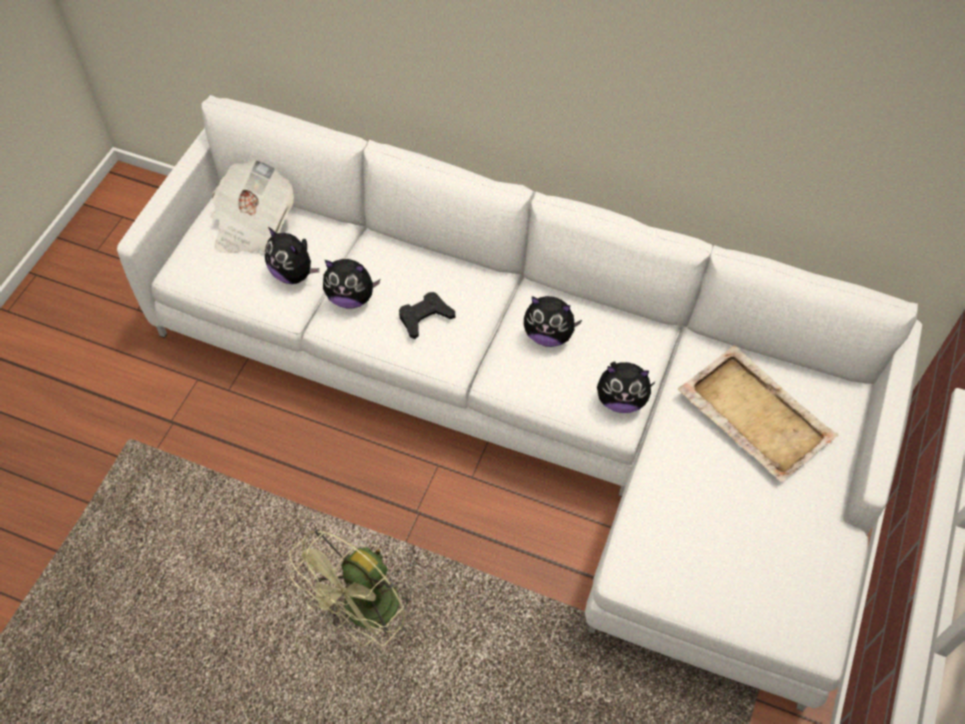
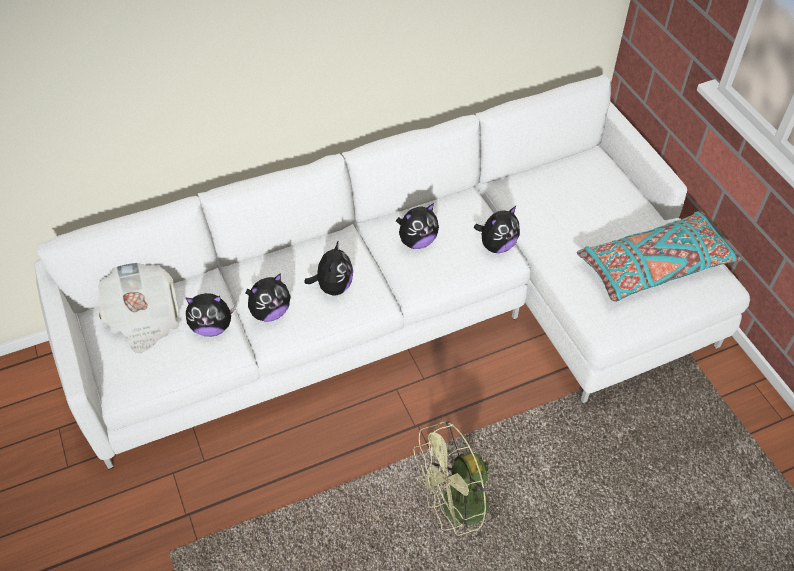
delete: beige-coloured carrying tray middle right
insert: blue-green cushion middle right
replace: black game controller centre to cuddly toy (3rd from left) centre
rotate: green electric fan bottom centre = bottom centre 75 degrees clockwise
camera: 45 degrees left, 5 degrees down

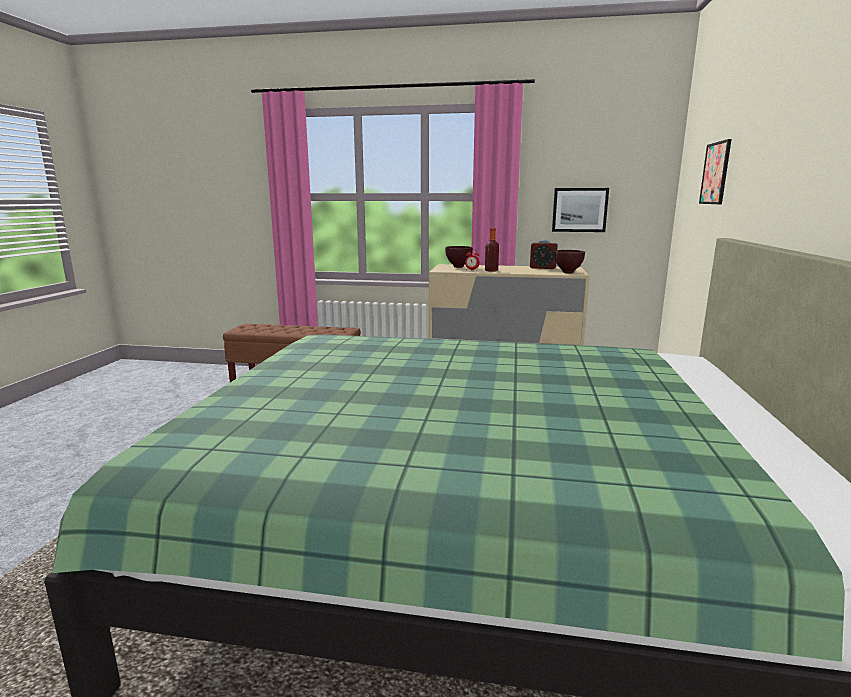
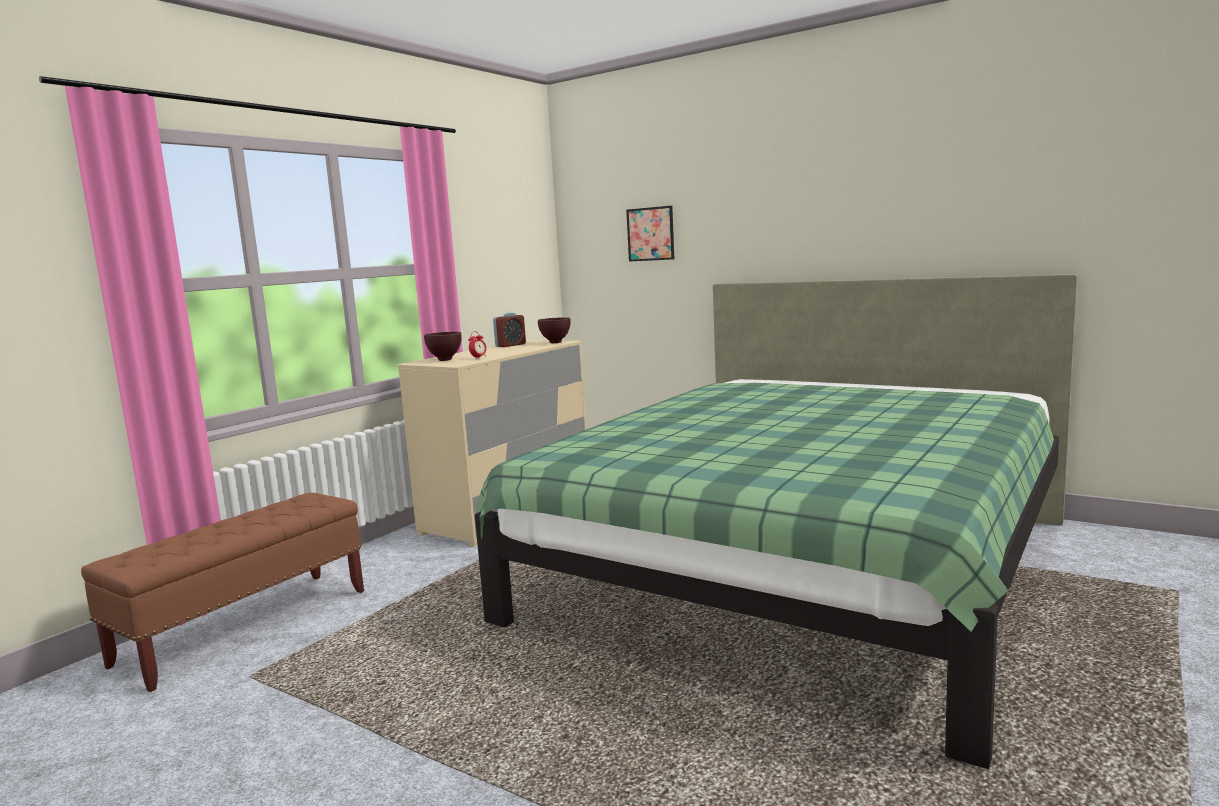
delete: wall picture (1st from left) top right; beverage bottle centre
camera: 65 degrees left, 5 degrees down

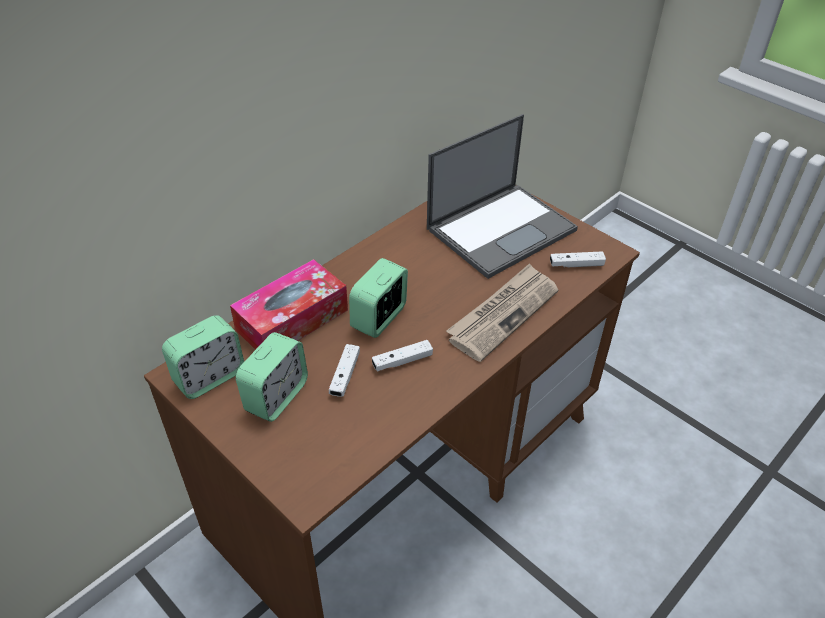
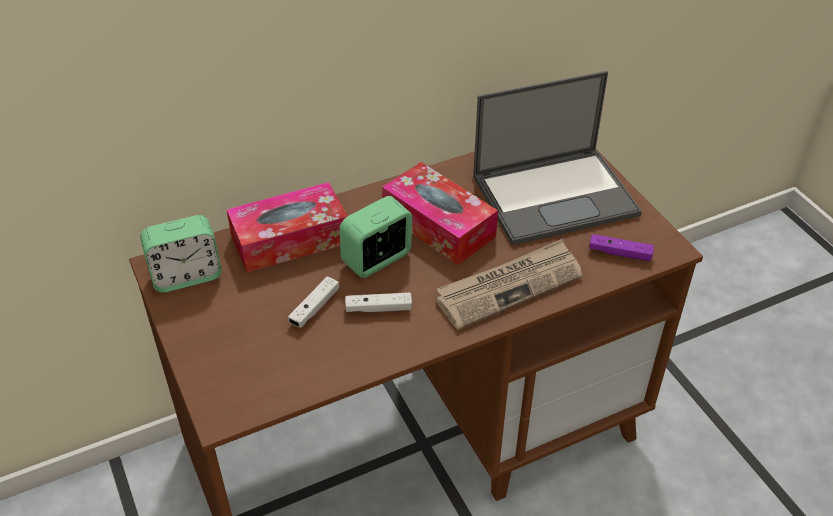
delete: bedside clock (2nd from left) middle left
insert: box of tissues (2nd from left) centre
recolor: white game controller (3rd from left) middle right to purplish game controller middle right
camera: 20 degrees right, 0 degrees up

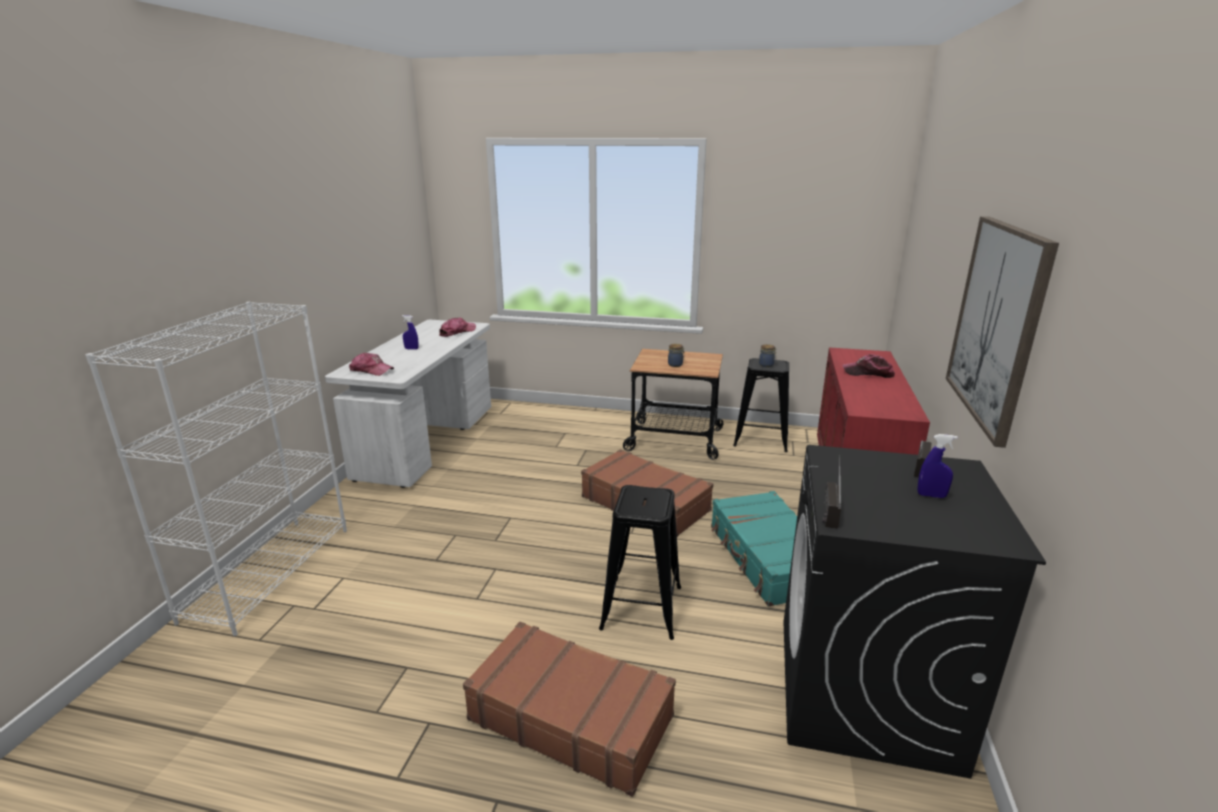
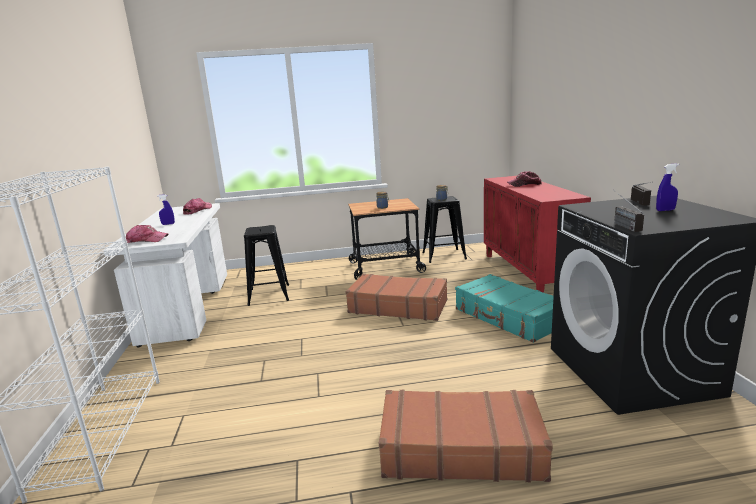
delete: wall picture middle right
move: black stool seat (1st from left) bottom centre to centre
camera: 20 degrees left, 5 degrees down

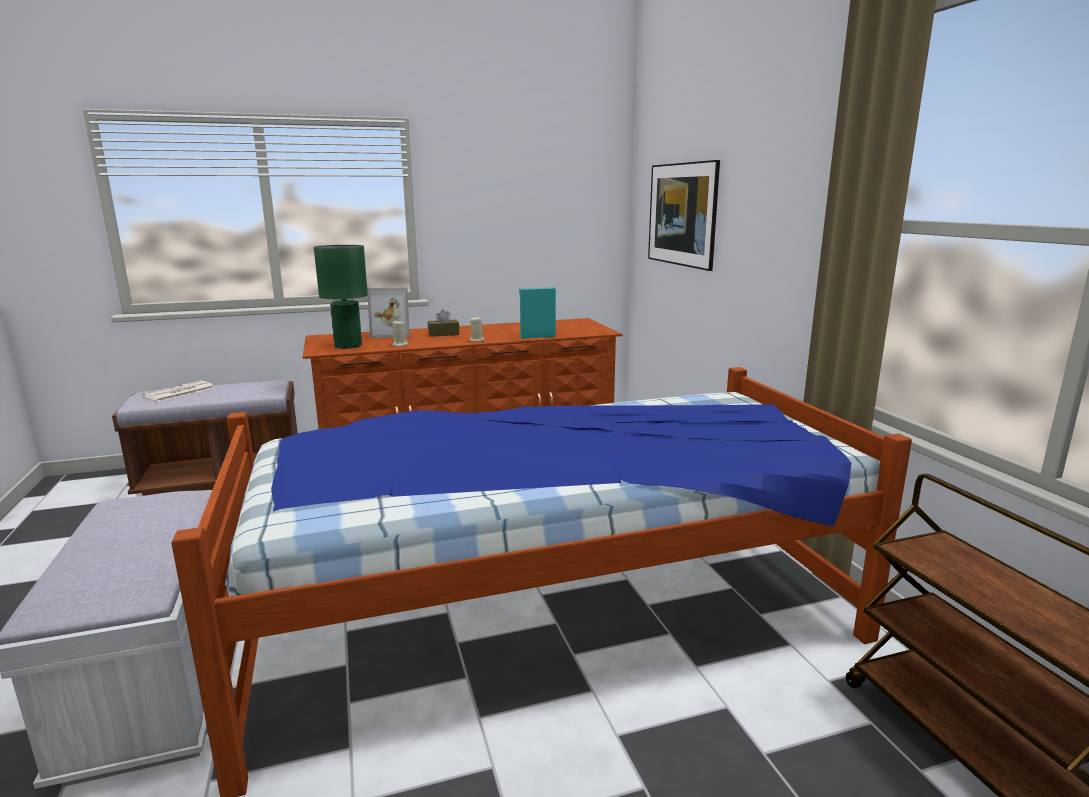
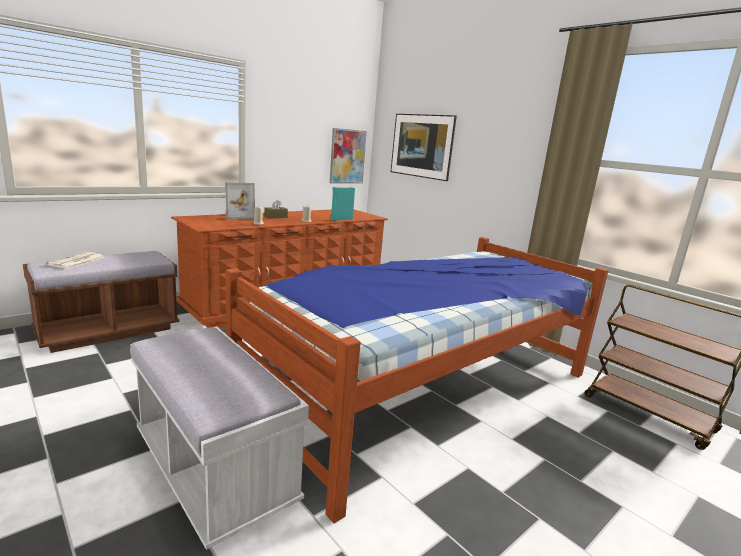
delete: green table lamp middle left
insert: wall picture (1st from left) top centre
camera: 25 degrees left, 0 degrees up

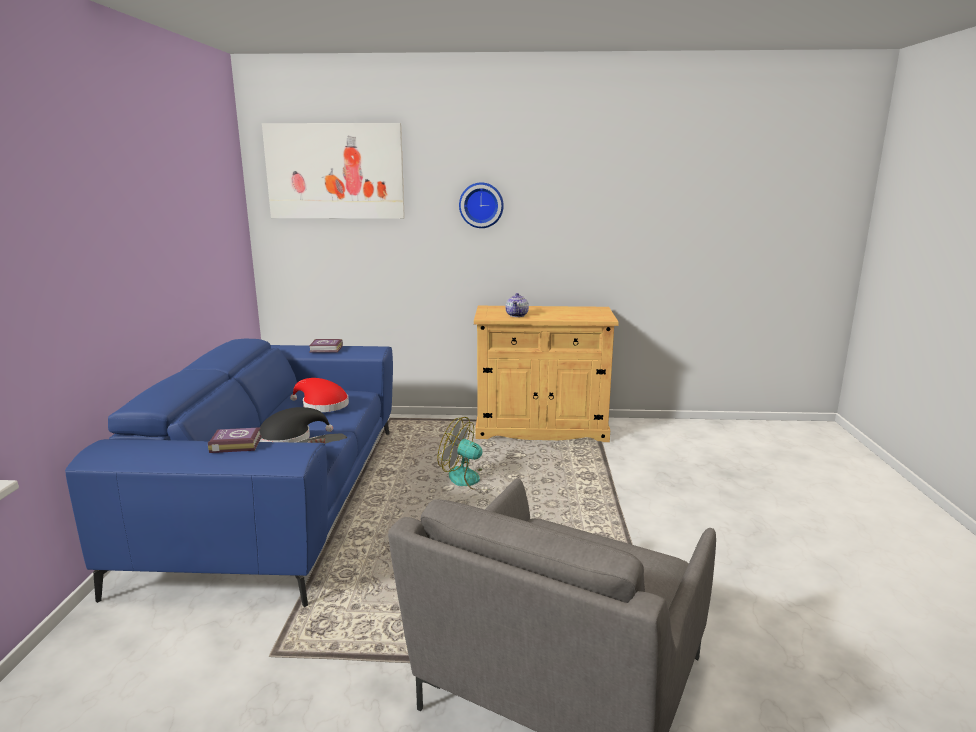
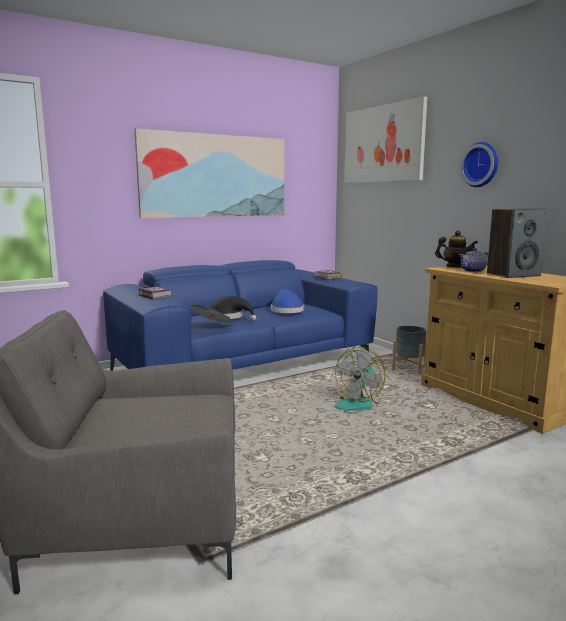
insert: wall picture (1st from left) top centre; audio speaker middle right; tea pot (1st from left) middle right; gray plant pot middle right
recolor: red-coloured hat middle left to blue-coloured hat centre
rotate: electric fan centre = centre 135 degrees counterclockwise
camera: 55 degrees right, 5 degrees down

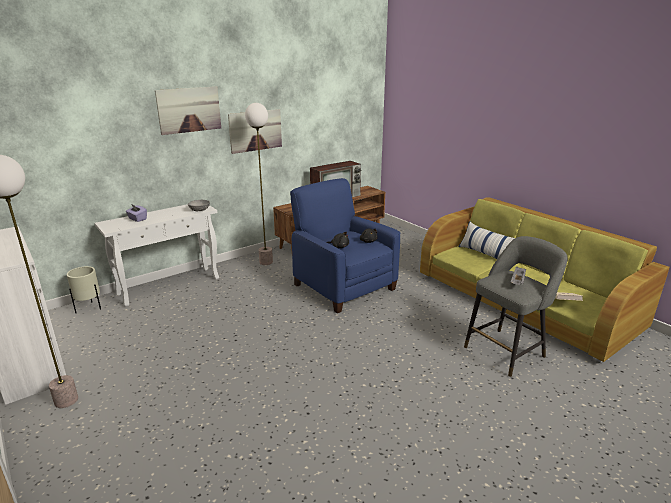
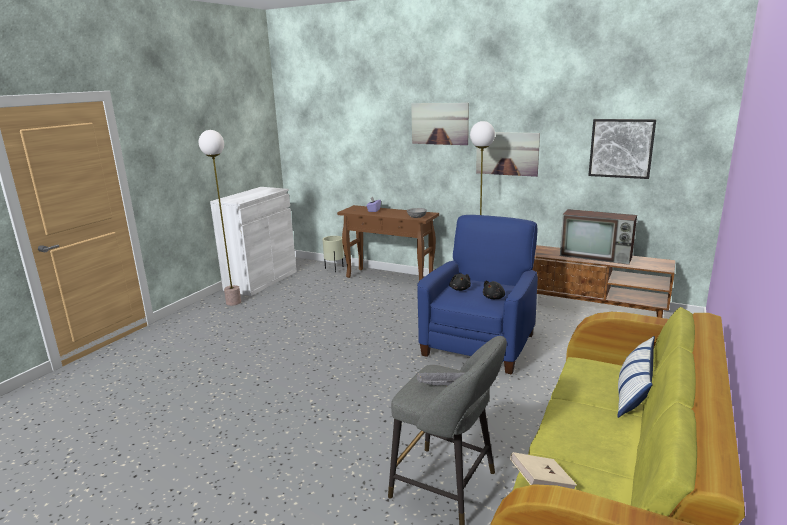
insert: wall picture (3rd from left) top right
recolor: white narrow table middle left to brownish narrow table centre
camera: 65 degrees right, 5 degrees down

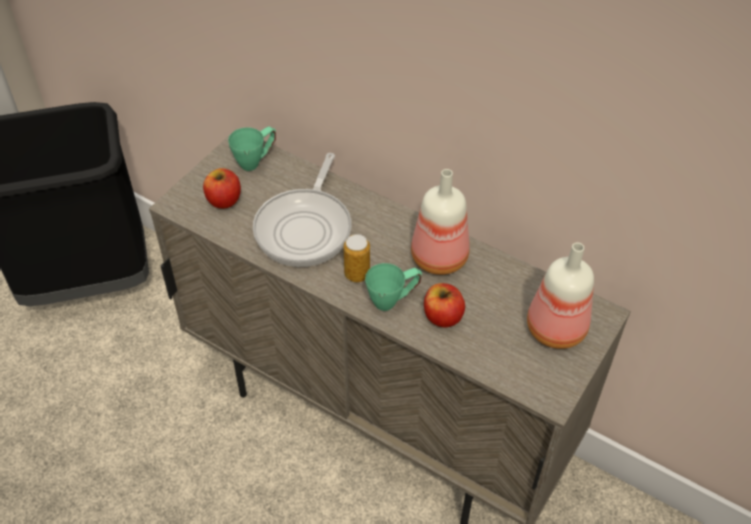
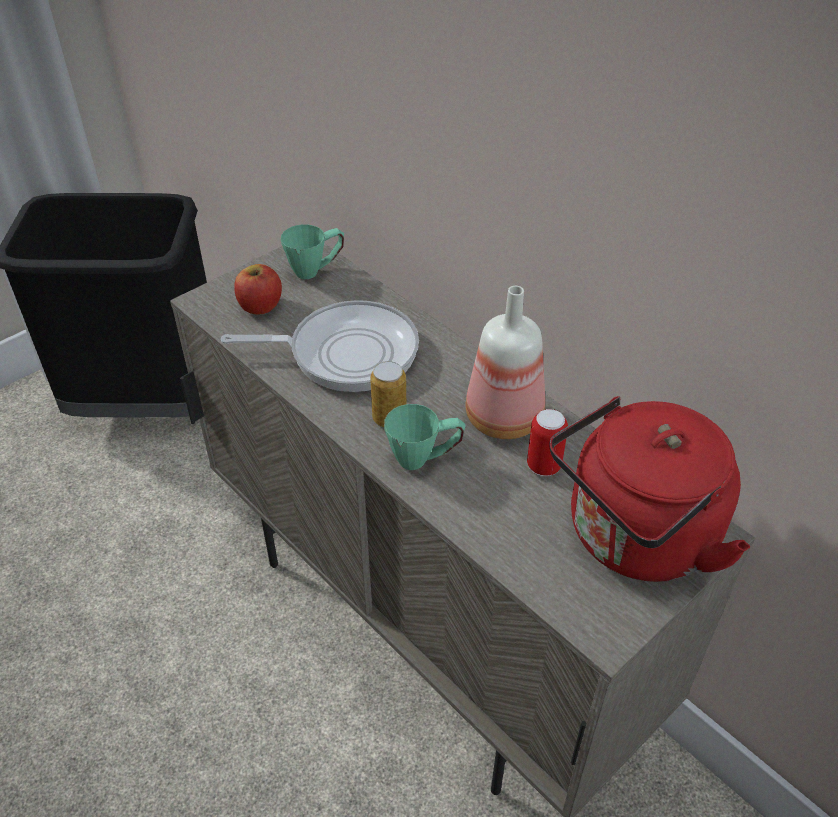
delete: apple fruit (2nd from left) centre
insert: metal can (2nd from left) centre
replace: beverage bottle (2nd from left) middle right to red-coloured tea kettle middle right
rotate: frying pan centre = centre 120 degrees counterclockwise
camera: 15 degrees right, 5 degrees down

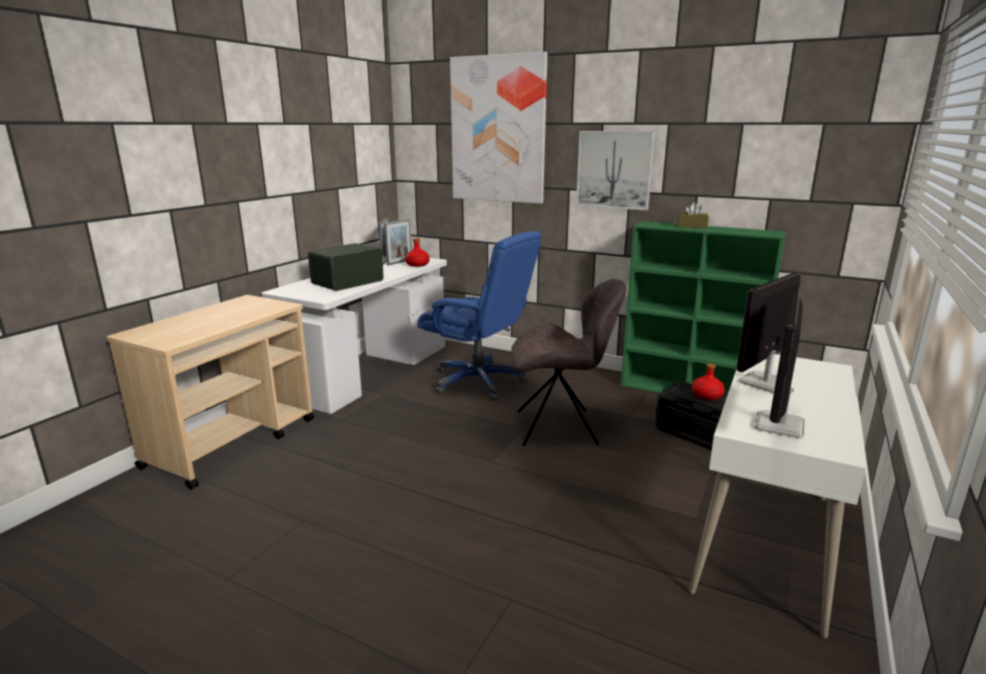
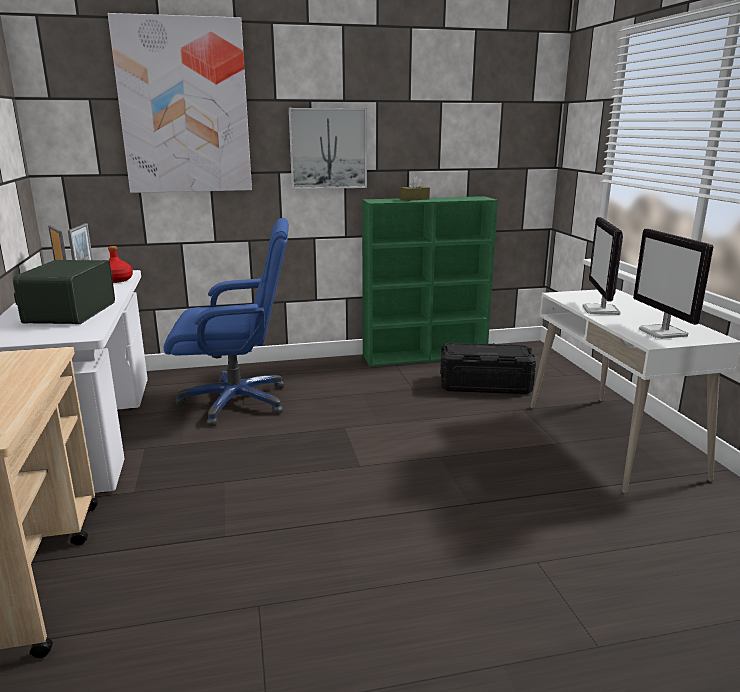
delete: gray plain chair centre; red-coloured beverage bottle (2nd from left) middle right
camera: 40 degrees left, 0 degrees up

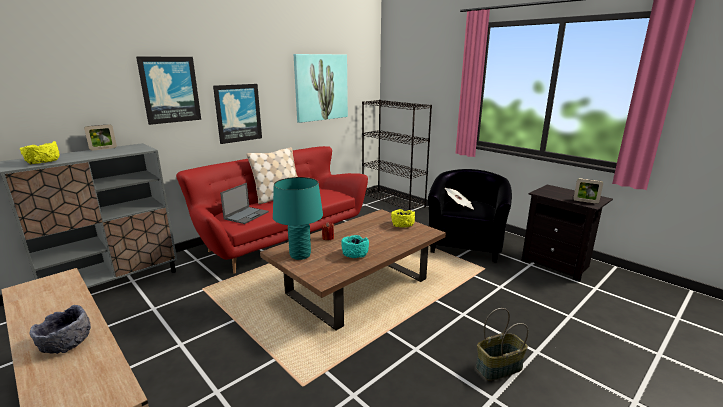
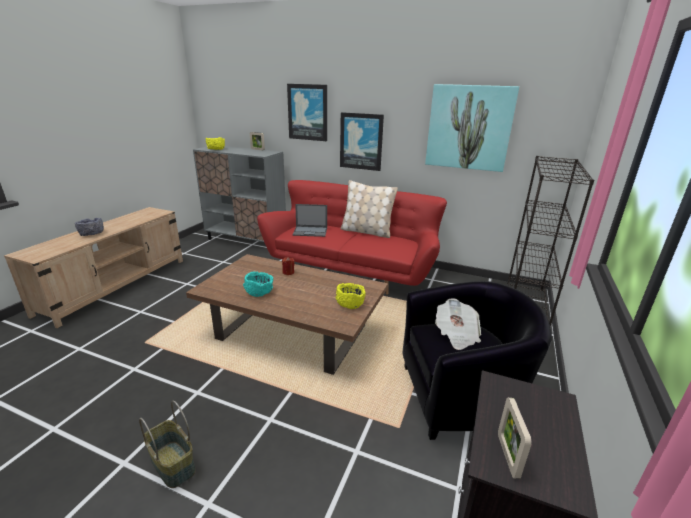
delete: blue-green table lamp centre
camera: 65 degrees right, 5 degrees up

